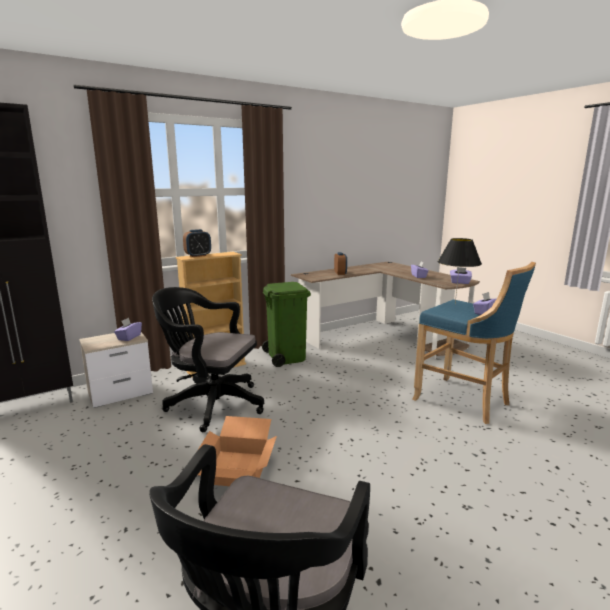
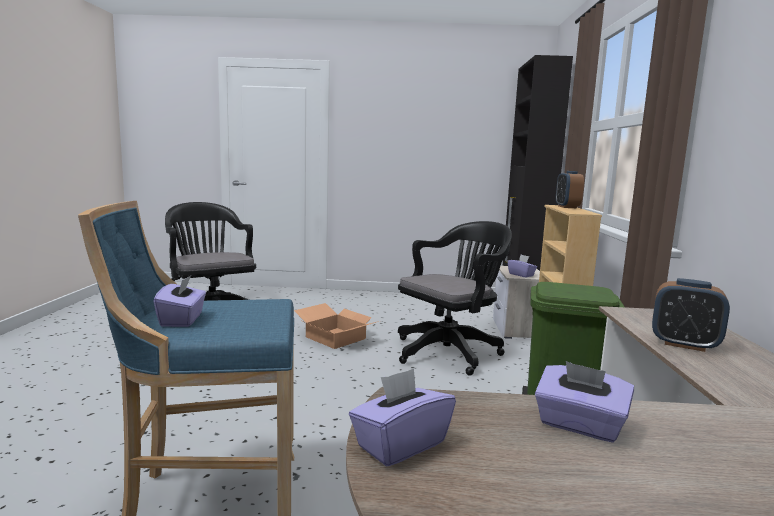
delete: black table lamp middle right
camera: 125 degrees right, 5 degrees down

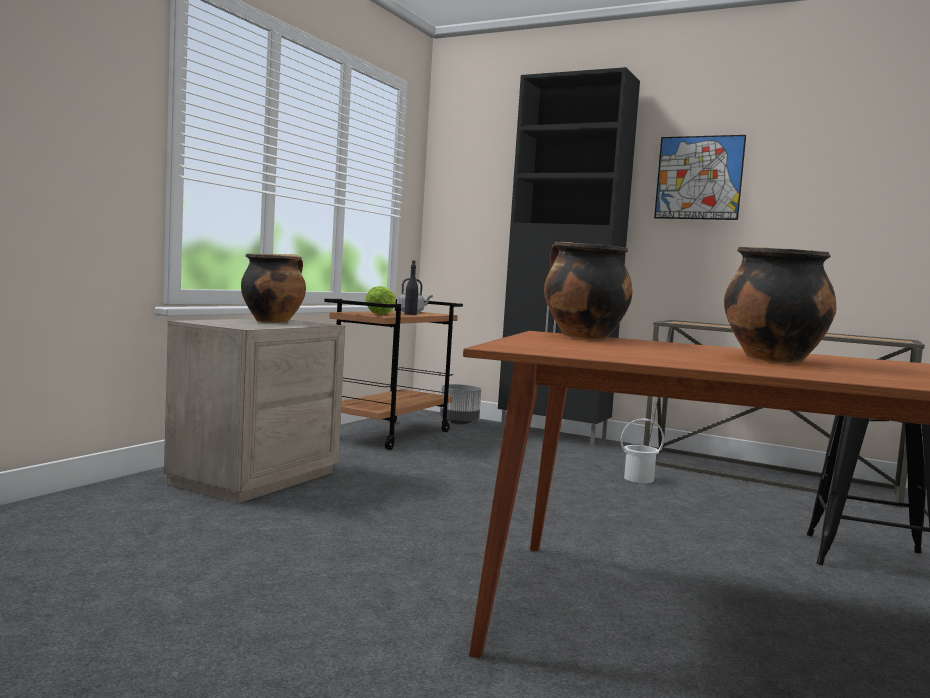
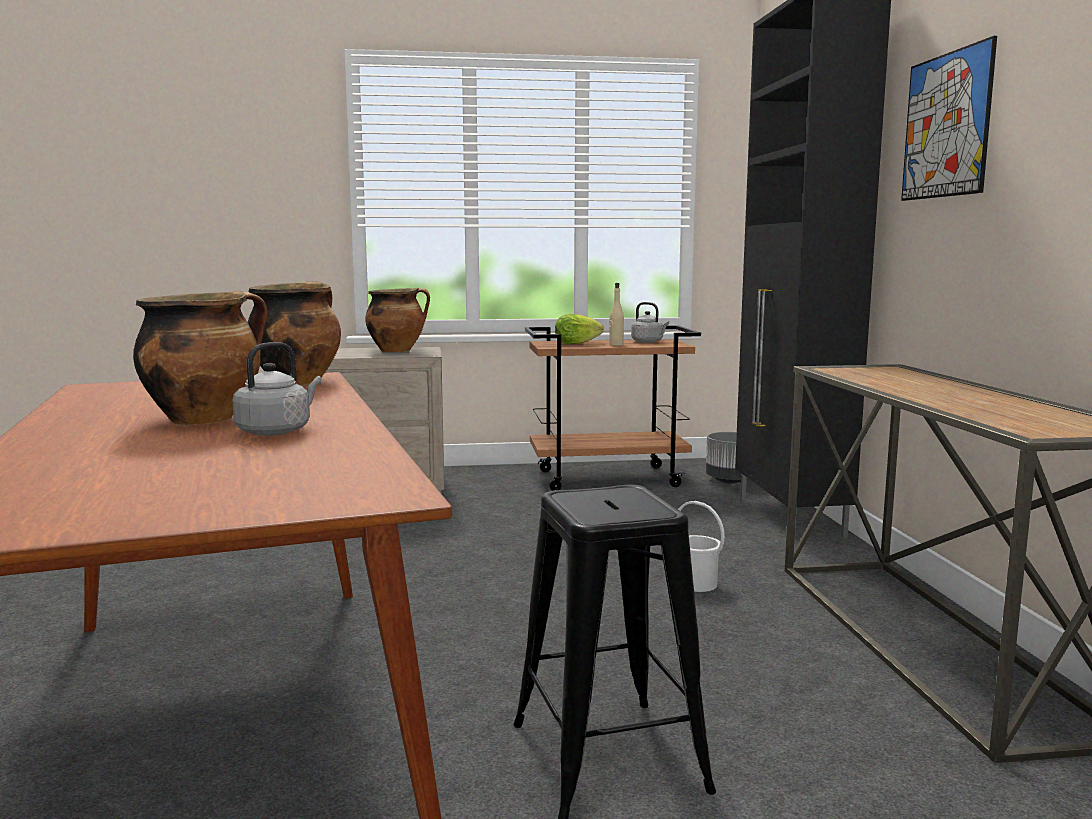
insert: gray tea kettle (1st from left) middle left
recolor: black beverage bottle centre to beige-coloured beverage bottle centre
camera: 55 degrees right, 5 degrees up

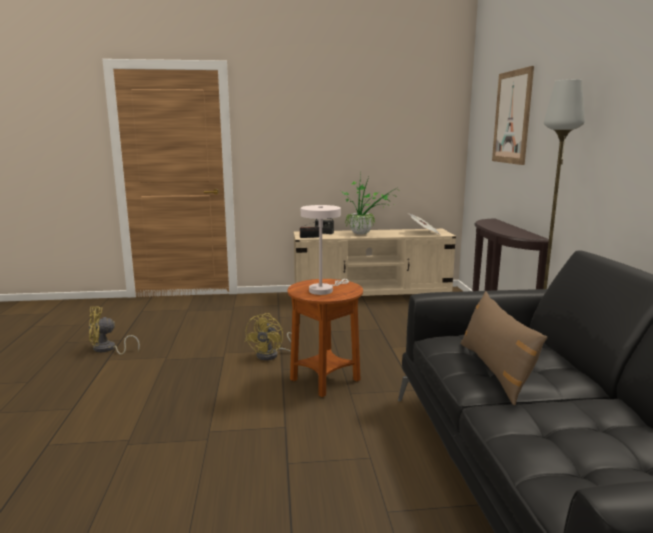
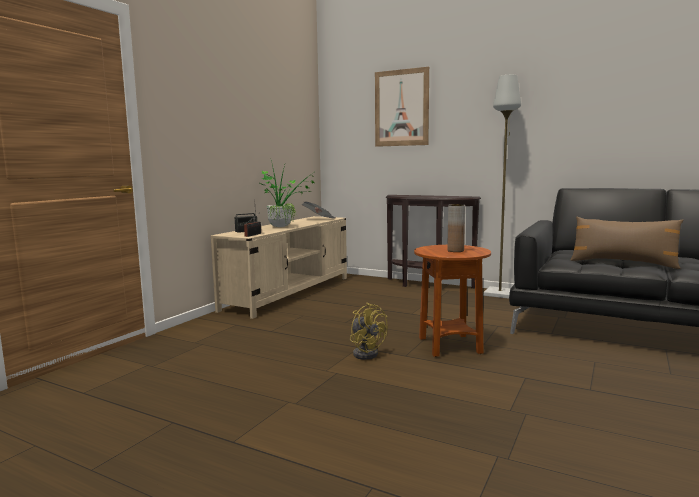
delete: yellow-coloured electric fan (1st from left) middle left
replace: white table lamp centre to brownish vase centre
camera: 55 degrees left, 5 degrees down

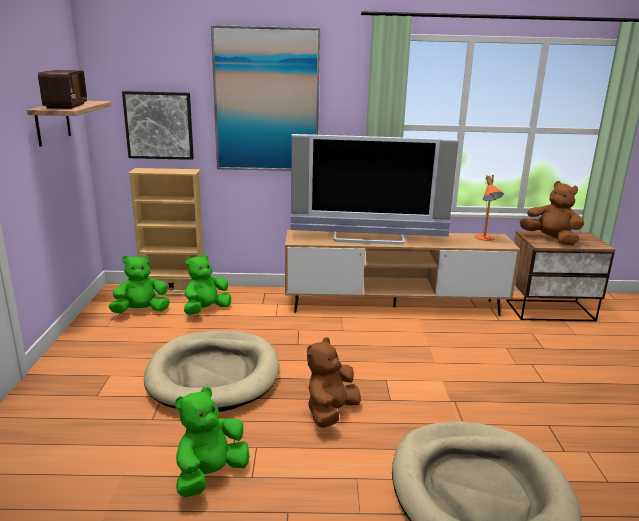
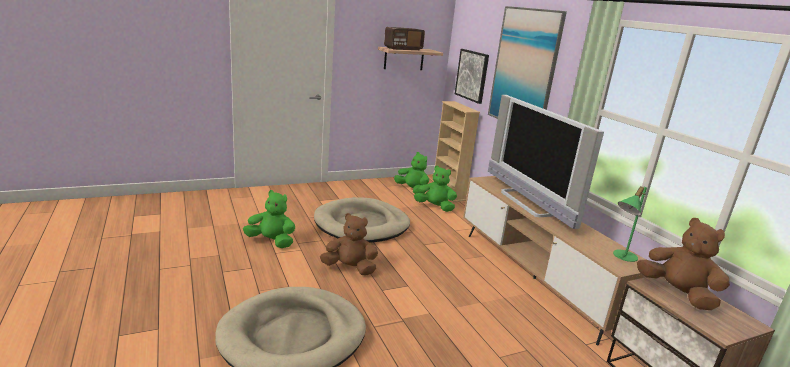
recolor: orange table lamp middle right to green table lamp middle right
rotate: brownish cuddly toy (2nd from left) middle right = bottom right 60 degrees counterclockwise
camera: 65 degrees right, 0 degrees up

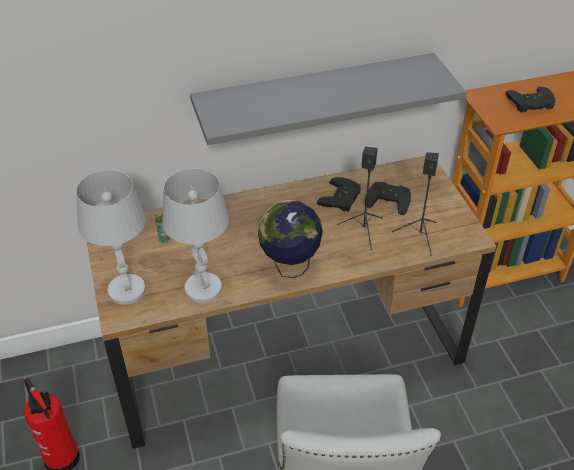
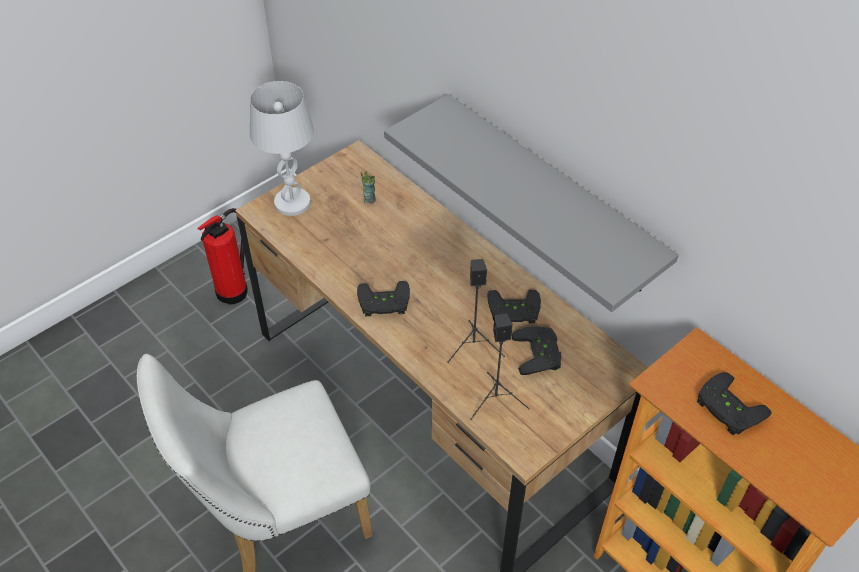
delete: white table lamp (2nd from left) centre
replace: world globe centre to black game controller (1st from left) centre
camera: 65 degrees right, 5 degrees up

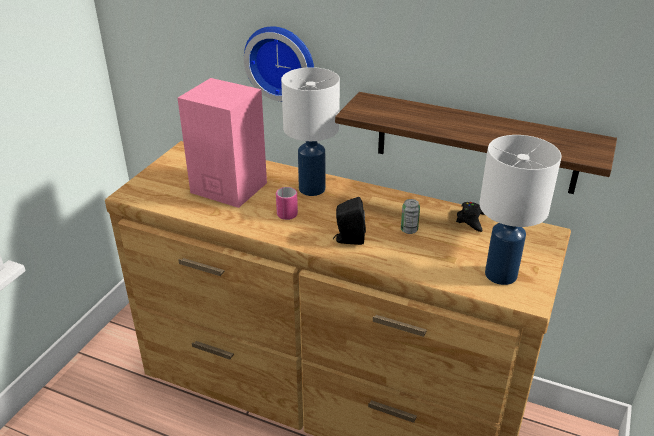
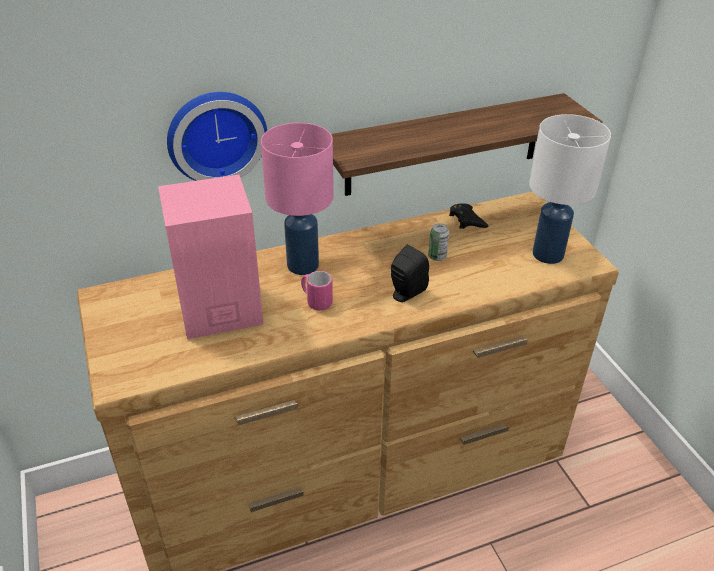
recolor: white table lamp (1st from left) top centre to pink-coloured table lamp centre
camera: 45 degrees left, 5 degrees up

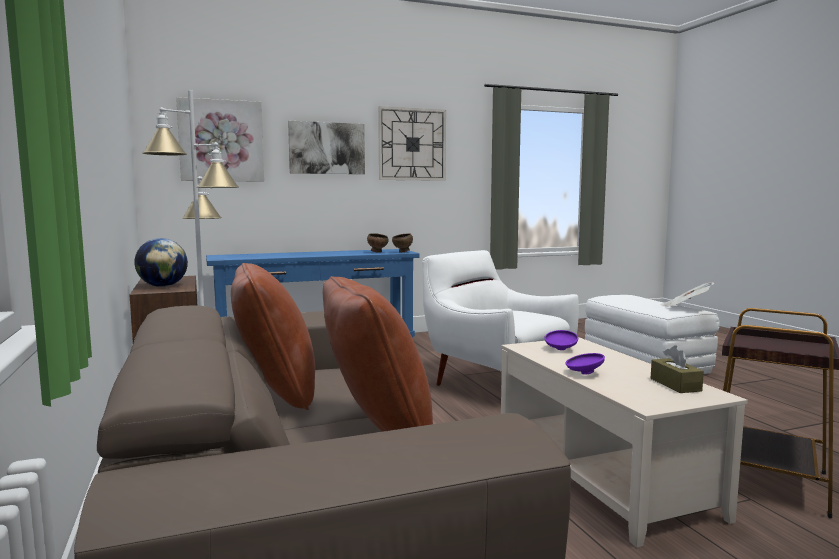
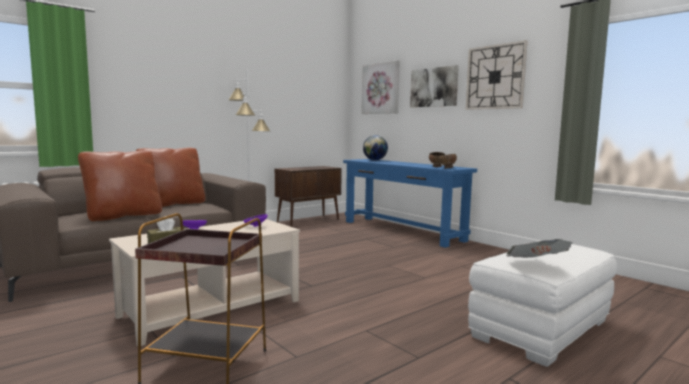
delete: white lounge chair centre
move: world globe middle left to centre
camera: 70 degrees right, 0 degrees up

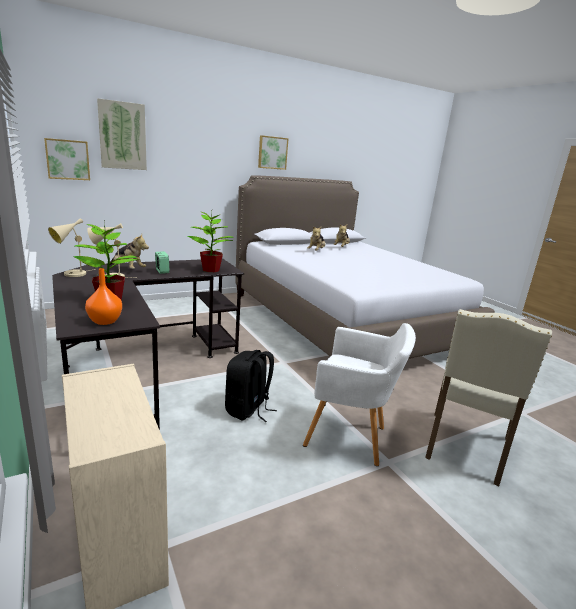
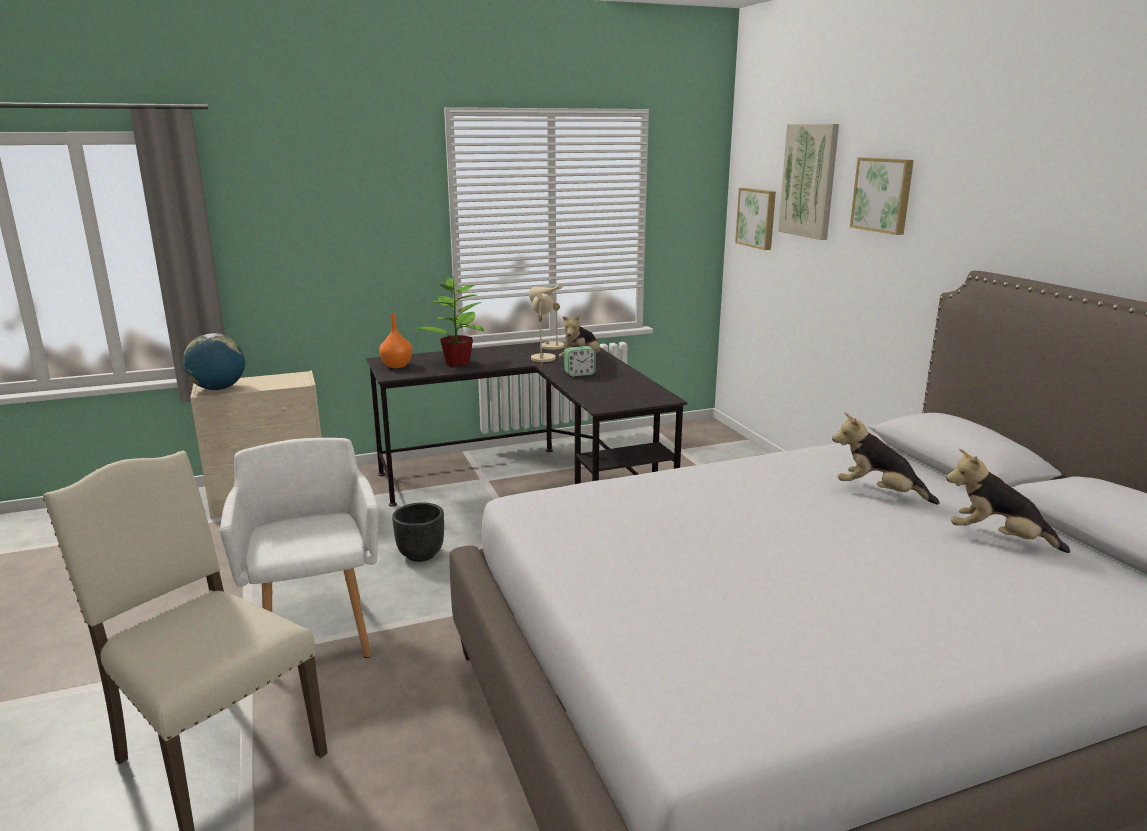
delete: plant in a pot (2nd from left) centre
insert: world globe middle left
move: wall picture (3rd from left) top centre to top right
replace: black backpack centre to black plant pot centre
rotate: white lounge chair centre = middle left 135 degrees clockwise
camera: 100 degrees right, 0 degrees up

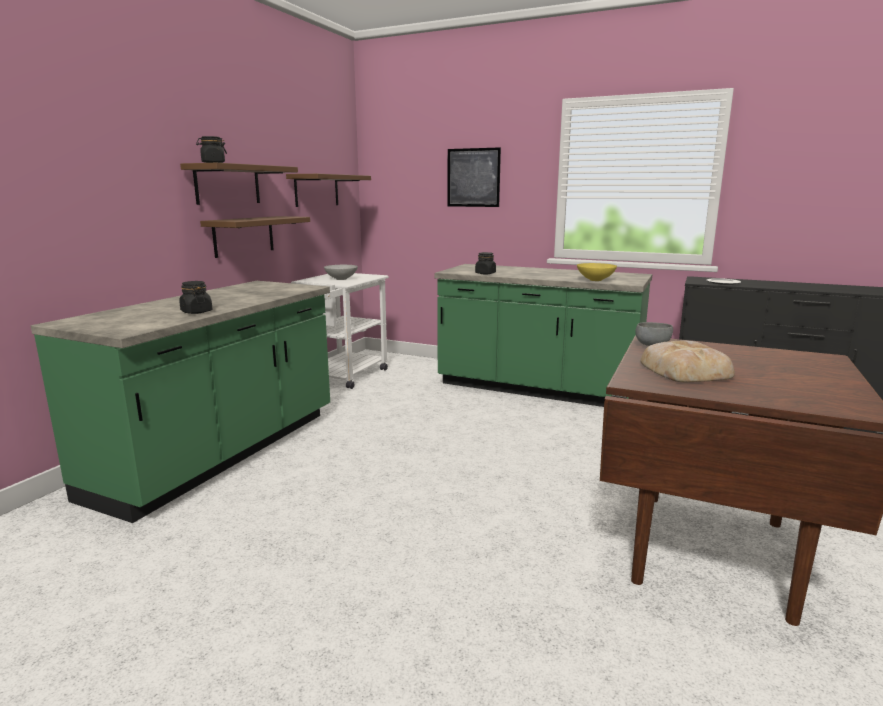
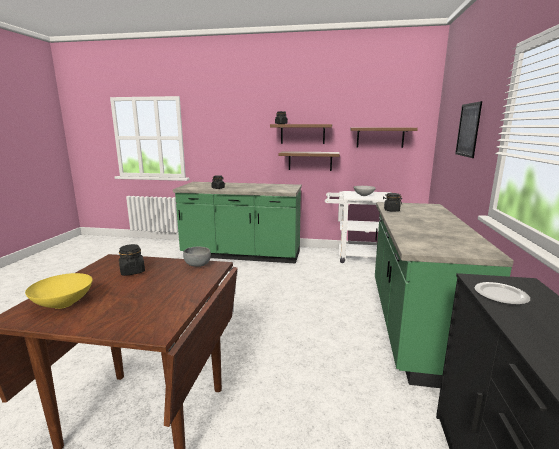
move: yellow-coloured bowl middle right to middle left
replace: bread middle right to black storage jar (1st from left) middle left
camera: 75 degrees right, 0 degrees up

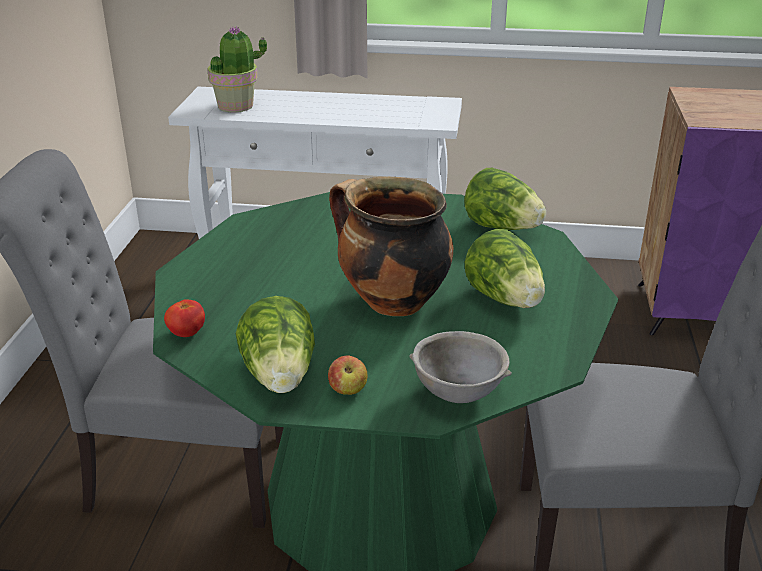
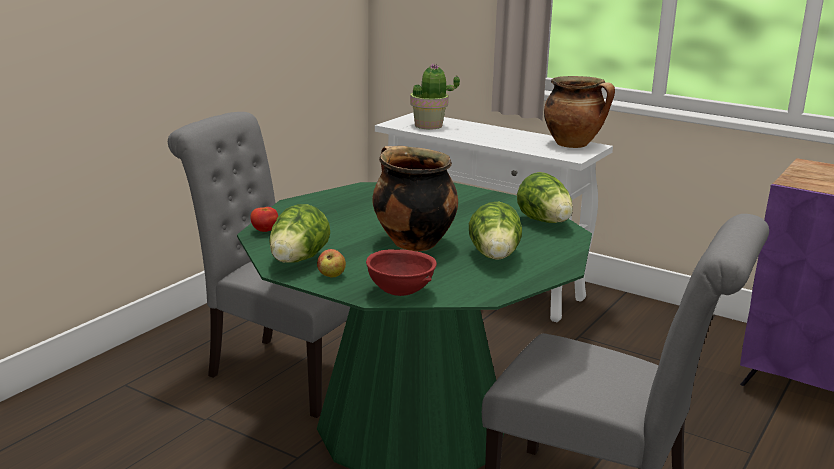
insert: stockpot (2nd from left) top right
recolor: gray bowl centre to red-coloured bowl centre
camera: 25 degrees right, 10 degrees down

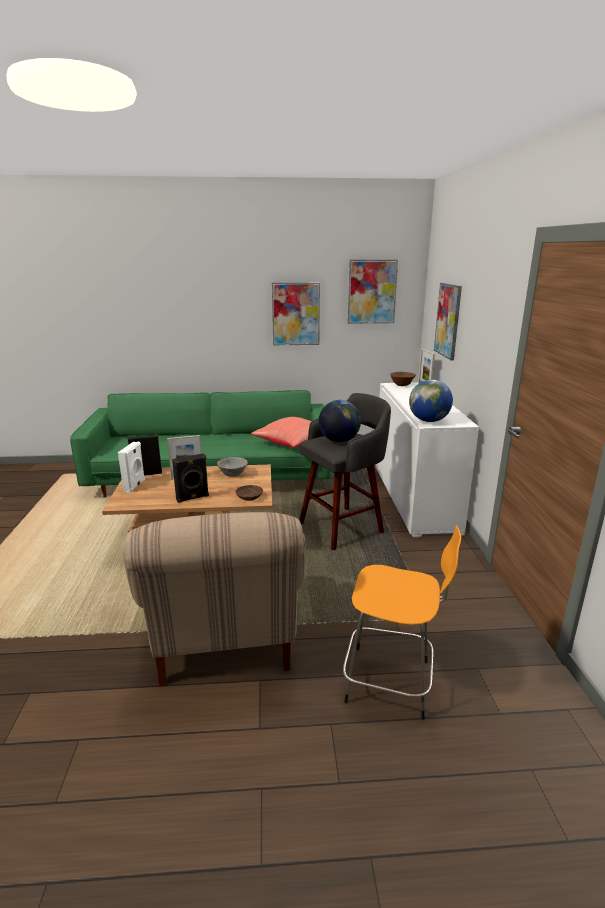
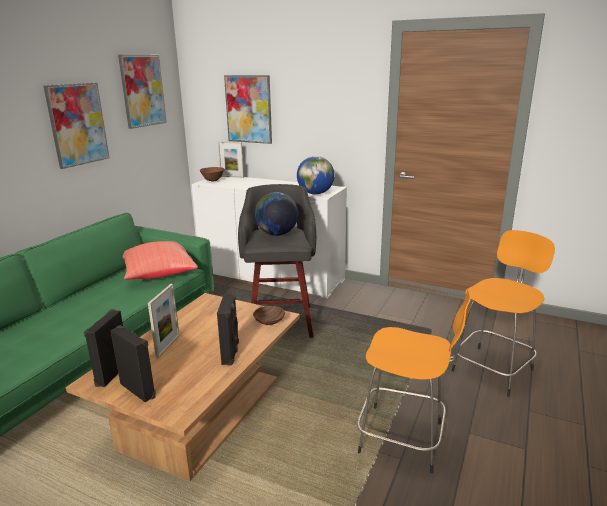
delete: gray bowl centre
replace: beige-coloured lounge chair centre to orange stool seat (1st from left) bottom right
recolor: white audio speaker middle left to black audio speaker (2nd from left) bottom left
camera: 60 degrees left, 0 degrees up

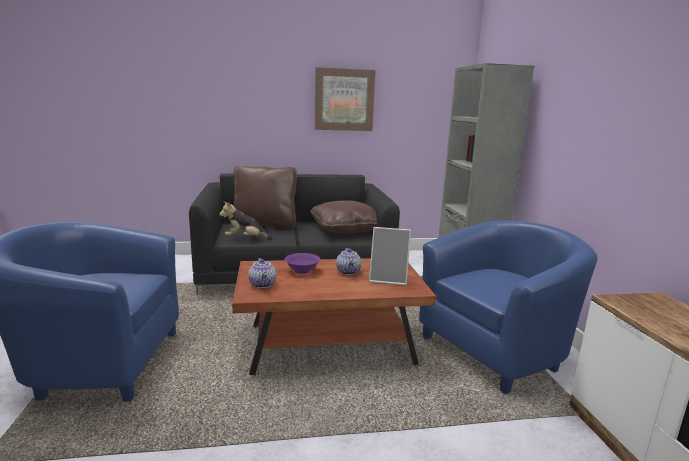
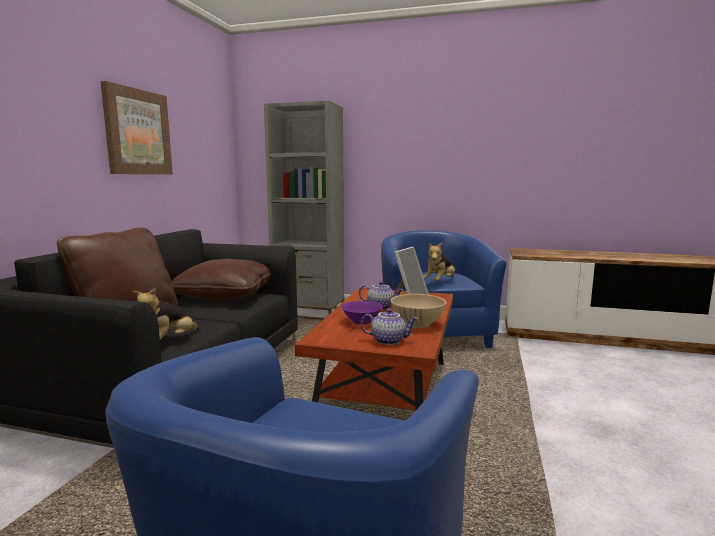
insert: cuddly toy (2nd from left) centre; beige-coloured bowl centre
camera: 65 degrees left, 5 degrees down

